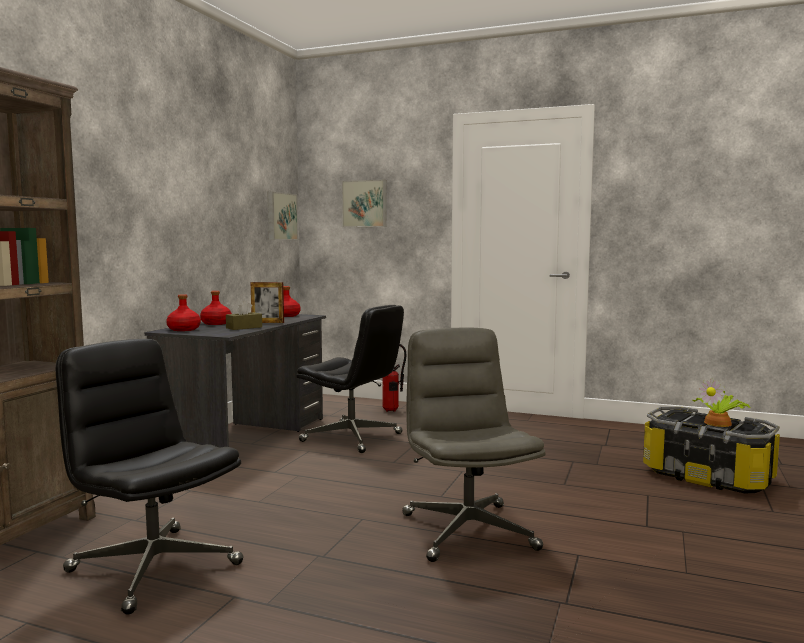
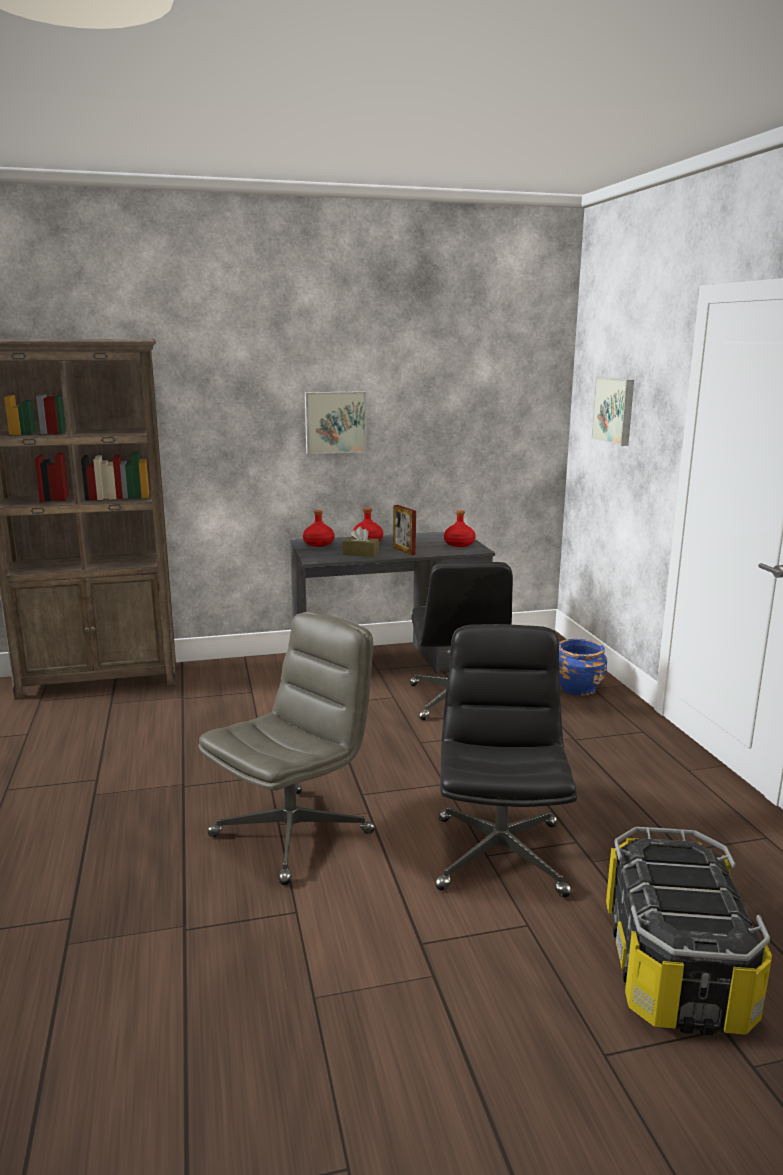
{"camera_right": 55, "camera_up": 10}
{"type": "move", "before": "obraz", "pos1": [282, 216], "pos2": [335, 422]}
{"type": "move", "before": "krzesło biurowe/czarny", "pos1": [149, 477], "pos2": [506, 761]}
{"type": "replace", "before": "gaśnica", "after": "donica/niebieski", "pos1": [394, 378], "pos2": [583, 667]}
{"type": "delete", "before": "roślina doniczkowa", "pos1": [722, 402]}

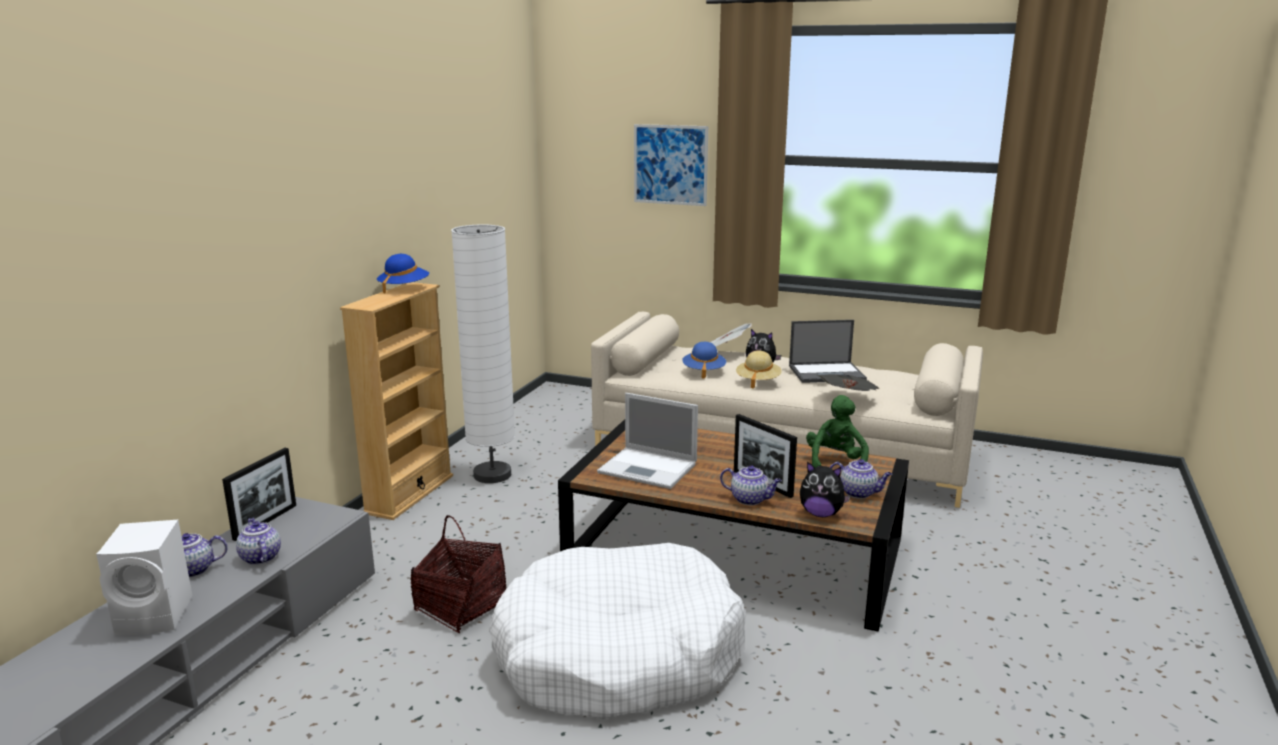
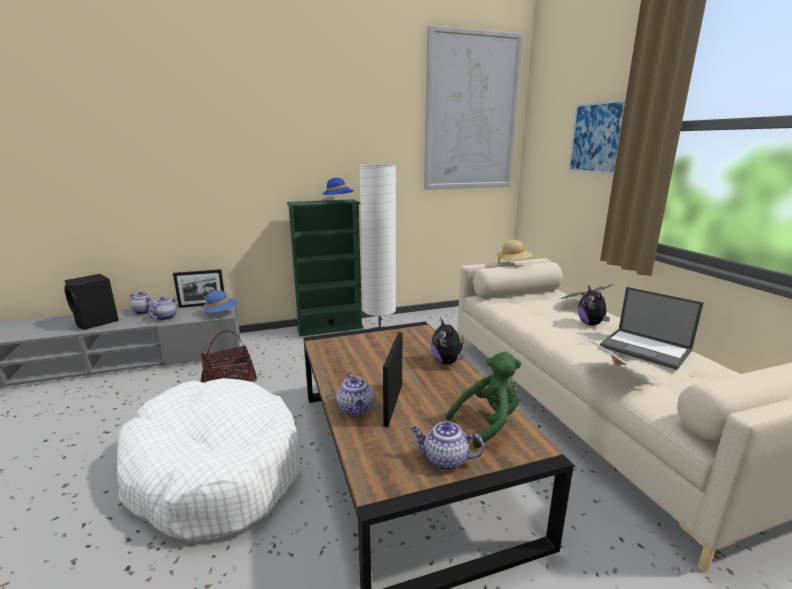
{"camera_right": 50, "camera_up": 0}
{"type": "recolor", "before": "głośnik/biały", "after": "głośnik/czarny", "pos1": [144, 577], "pos2": [91, 302]}
{"type": "move", "before": "kapelusz/niebieski", "pos1": [704, 360], "pos2": [219, 303]}
{"type": "recolor", "before": "regał/beżowy", "after": "regał/zielony", "pos1": [396, 401], "pos2": [325, 267]}
{"type": "rotate", "before": "imbryk", "pos1": [861, 479], "pos2": [447, 446], "turn": 120}
{"type": "insert", "after": "obraz", "pos2": [473, 107]}
{"type": "move", "before": "pluszak", "pos1": [825, 489], "pos2": [447, 342]}
{"type": "move", "before": "kapelusz/beżowy", "pos1": [759, 370], "pos2": [514, 252]}
{"type": "delete", "before": "laptop", "pos1": [647, 441]}

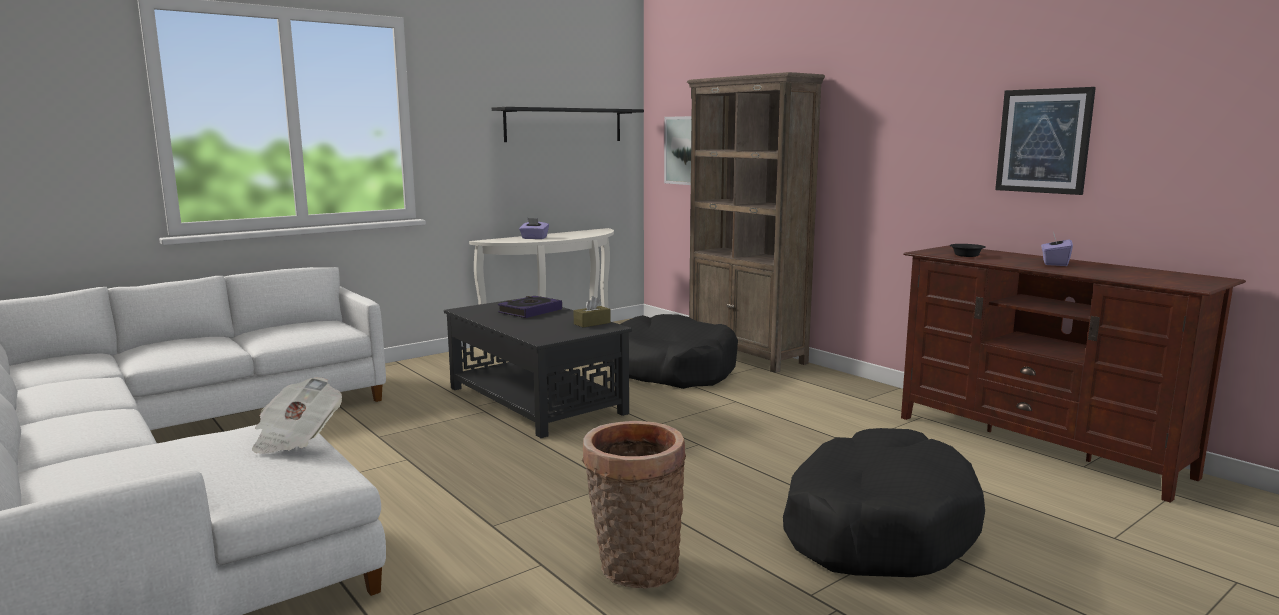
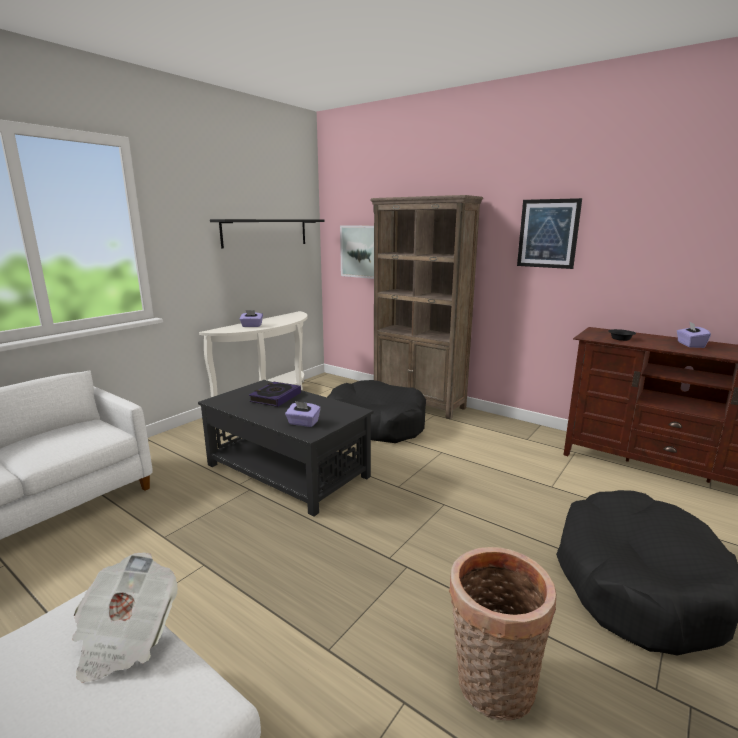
{"camera_right": -15, "camera_up": 5}
{"type": "insert", "after": "pudełko chusteczek/fioletowy", "pos2": [303, 414]}
{"type": "move", "before": "obraz", "pos1": [1045, 141], "pos2": [549, 233]}
{"type": "delete", "before": "pudełko chusteczek/brązowy", "pos1": [592, 312]}

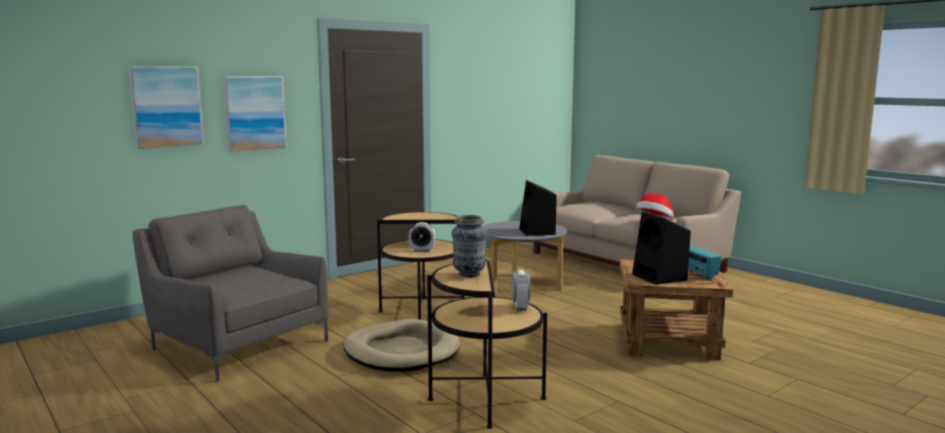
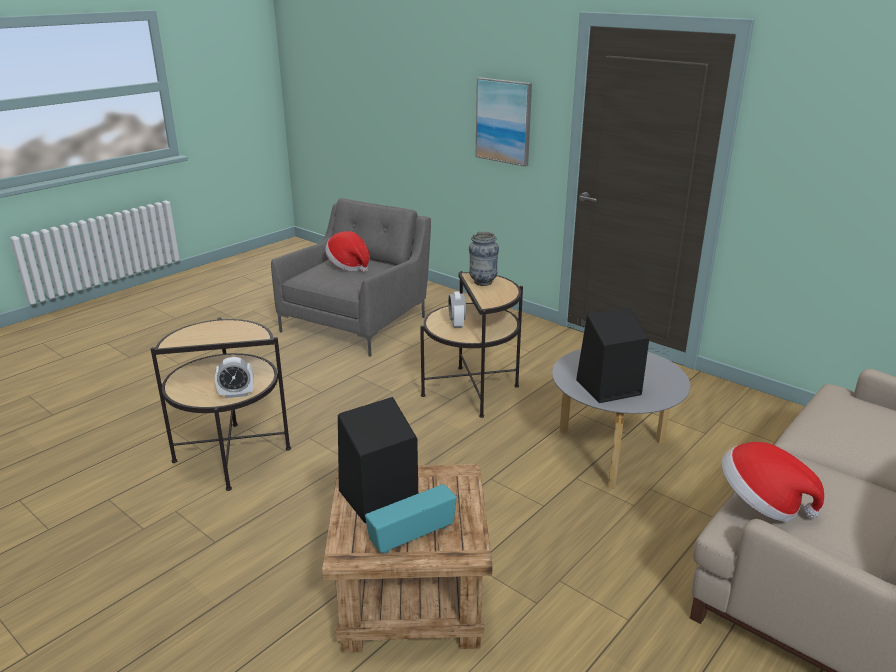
{"camera_right": 80, "camera_up": 15}
{"type": "insert", "after": "kapelusz", "pos2": [347, 251]}
{"type": "move", "before": "wazon", "pos1": [469, 246], "pos2": [484, 258]}
{"type": "delete", "before": "obraz", "pos1": [166, 107]}
{"type": "delete", "before": "legowisko/beżowy", "pos1": [402, 345]}

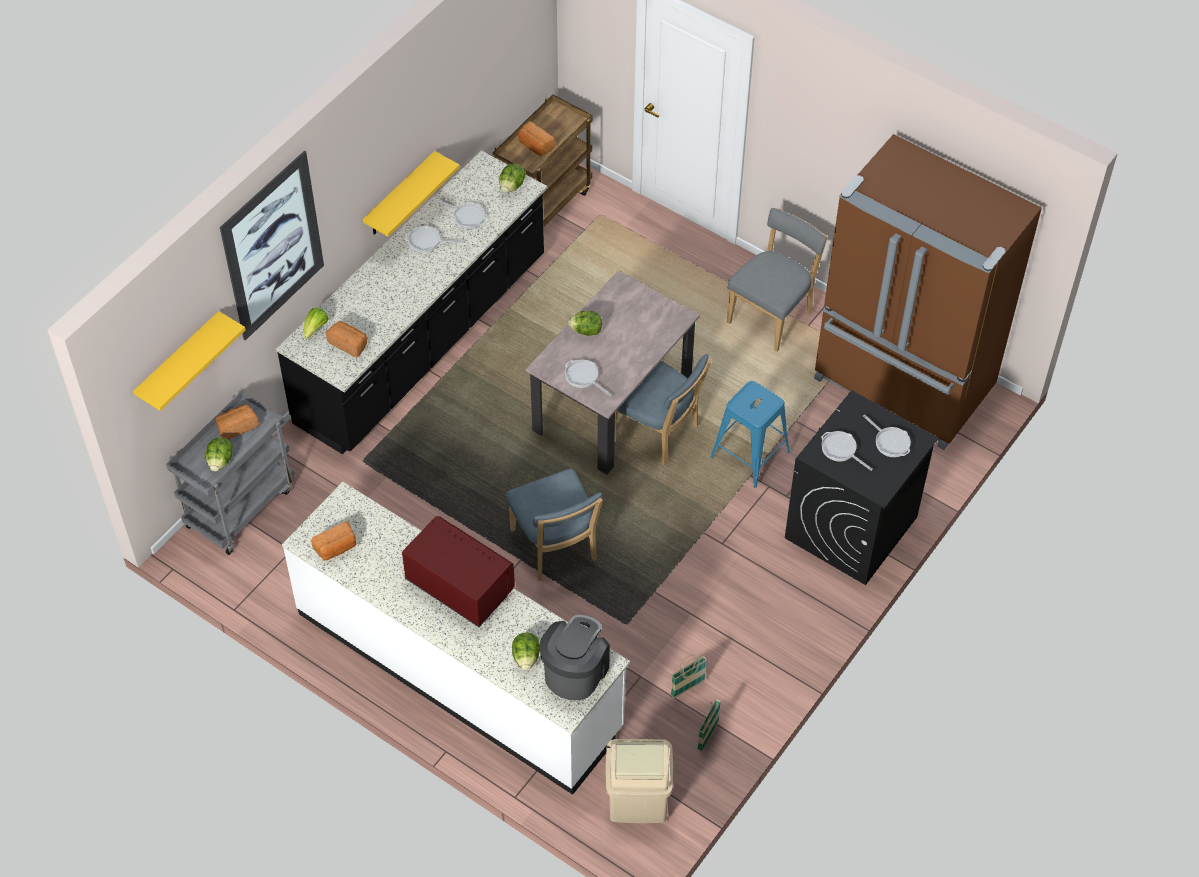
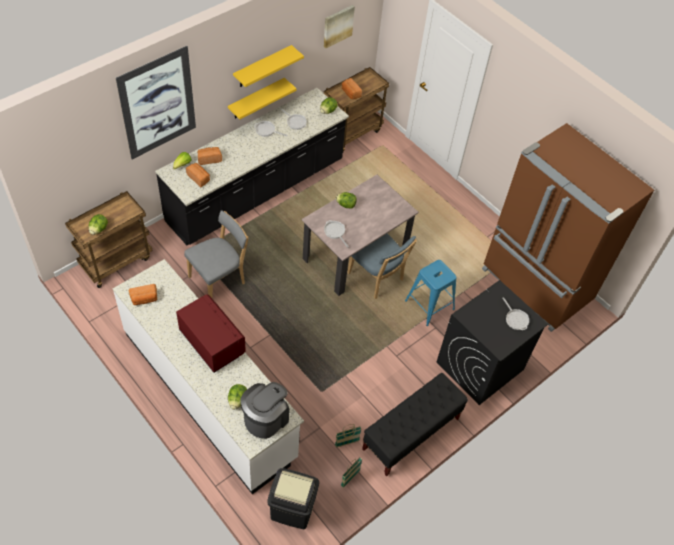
{"camera_right": 10, "camera_up": 0}
{"type": "recolor", "before": "wózek/szary", "after": "wózek/brązowy", "pos1": [230, 473], "pos2": [109, 239]}
{"type": "move", "before": "krzesło/szary", "pos1": [777, 280], "pos2": [216, 254]}
{"type": "move", "before": "chleb", "pos1": [237, 422], "pos2": [209, 156]}
{"type": "move", "before": "półka/żółty", "pos1": [189, 361], "pos2": [268, 66]}
{"type": "recolor", "before": "kosz na śmieci/beżowy", "after": "kosz na śmieci/czarny", "pos1": [639, 781], "pos2": [293, 498]}
{"type": "insert", "after": "obraz", "pos2": [339, 26]}
{"type": "insert", "after": "ławka/czarny", "pos2": [415, 425]}
{"type": "delete", "before": "krzesło/niebieski", "pos1": [554, 525]}
{"type": "delete", "before": "patelnia", "pos1": [847, 451]}

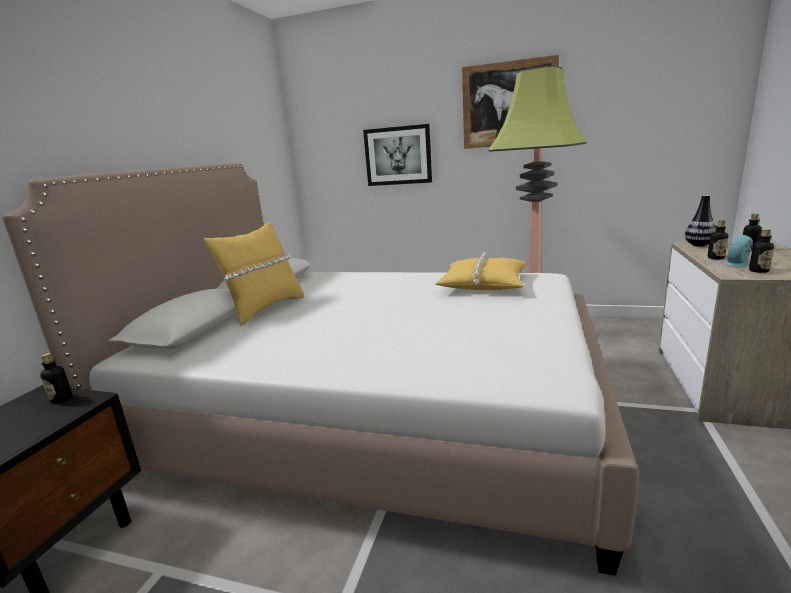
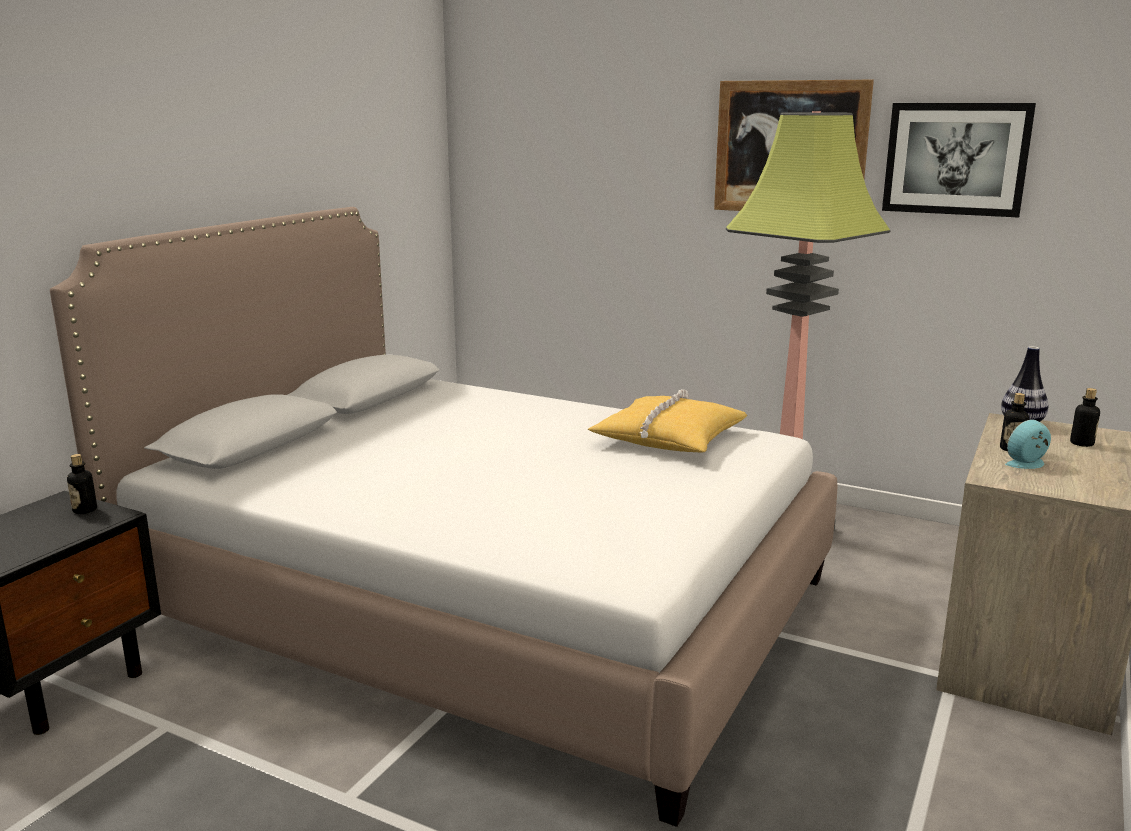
{"camera_right": 10, "camera_up": 0}
{"type": "move", "before": "obraz", "pos1": [397, 155], "pos2": [959, 160]}
{"type": "delete", "before": "poduszka/żółty", "pos1": [254, 274]}
{"type": "delete", "before": "butelka", "pos1": [761, 251]}

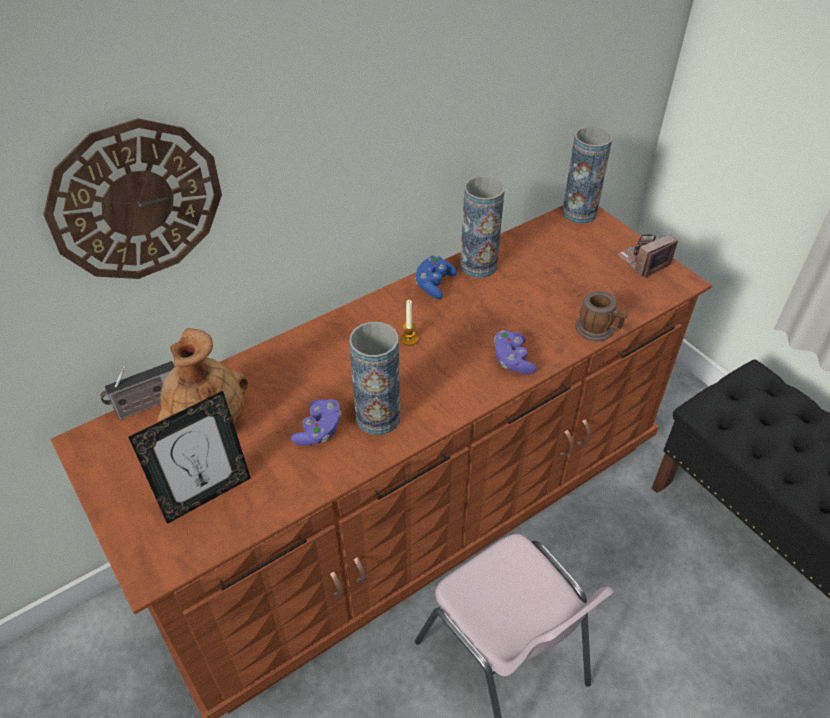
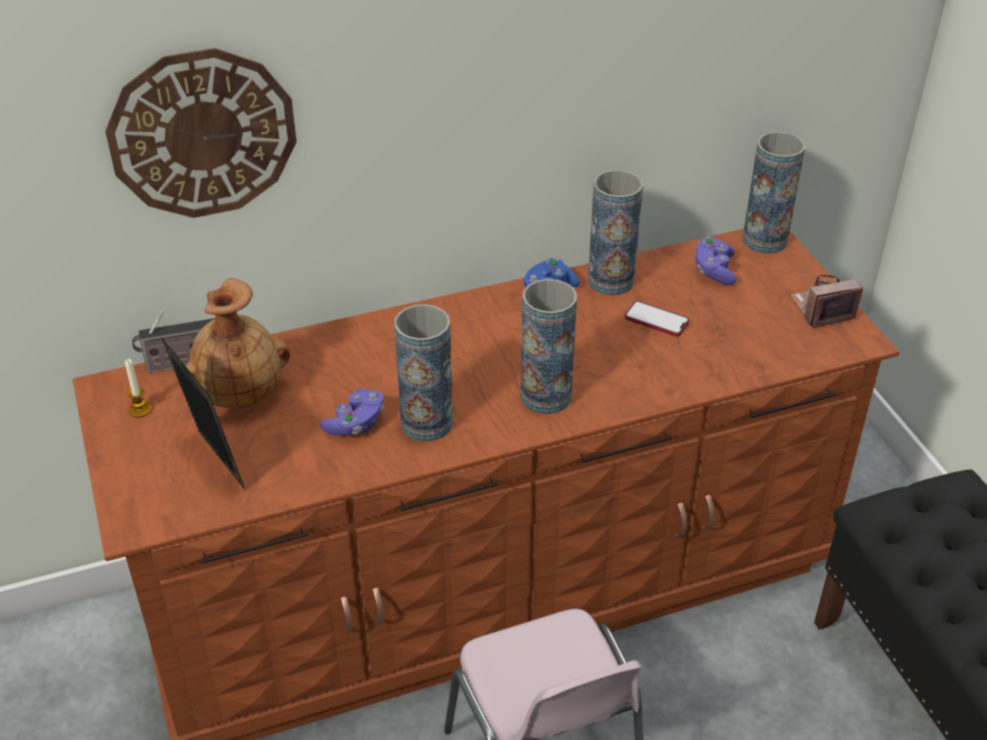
{"camera_right": 15, "camera_up": -5}
{"type": "move", "before": "świeca", "pos1": [409, 323], "pos2": [138, 388]}
{"type": "rotate", "before": "ramka na zdjęcie", "pos1": [189, 457], "pos2": [203, 414], "turn": -105}
{"type": "insert", "after": "wazon", "pos2": [548, 346]}
{"type": "insert", "after": "telefon", "pos2": [657, 319]}
{"type": "move", "before": "pad do gier/fioletowy", "pos1": [515, 352], "pos2": [716, 261]}
{"type": "delete", "before": "kubek", "pos1": [602, 316]}

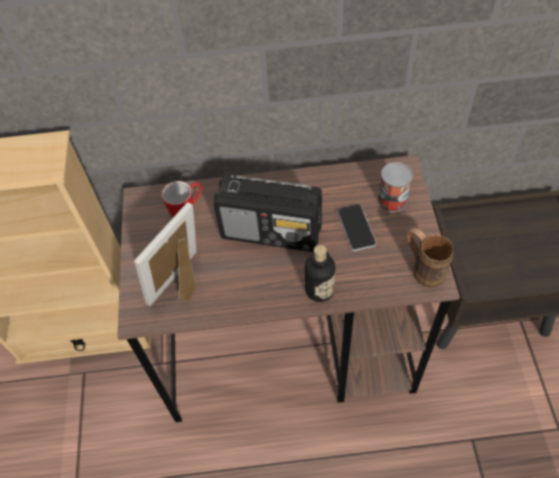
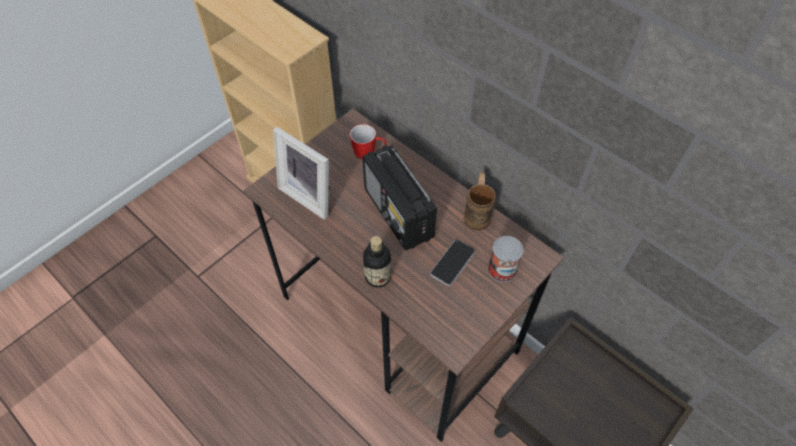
{"camera_right": 45, "camera_up": 0}
{"type": "rotate", "before": "ramka na zdjęcie", "pos1": [165, 254], "pos2": [302, 173], "turn": -135}
{"type": "move", "before": "kubek/brązowy", "pos1": [430, 257], "pos2": [480, 201]}

